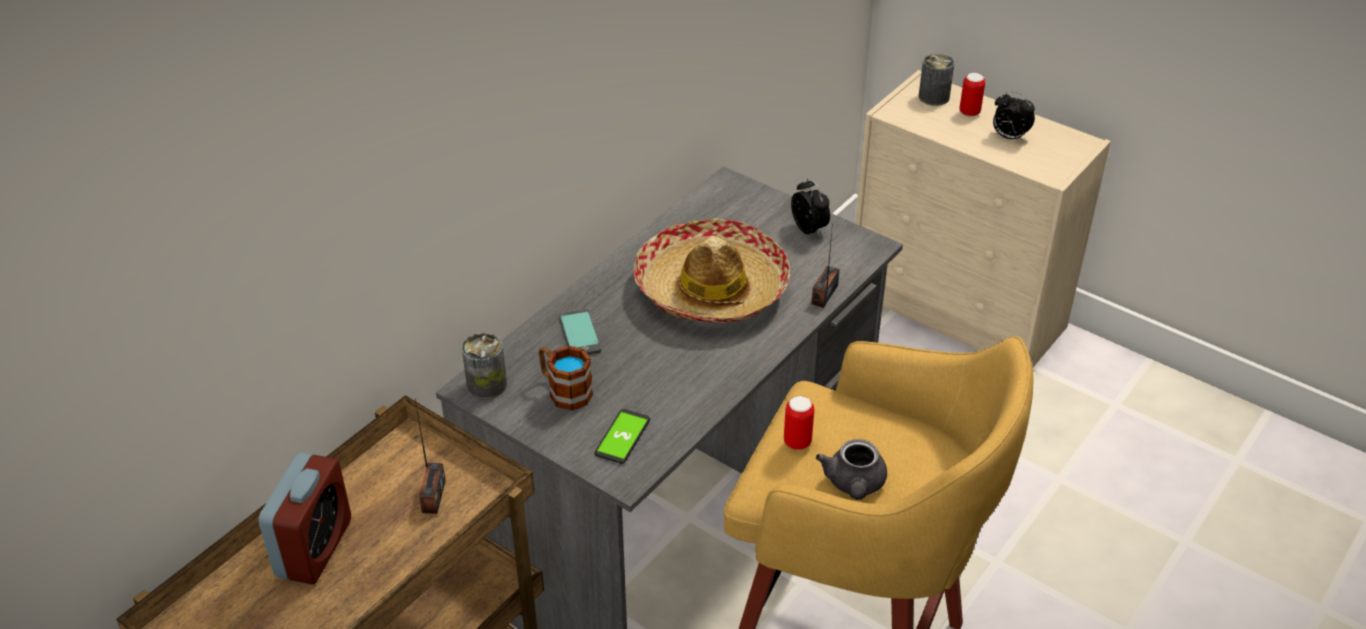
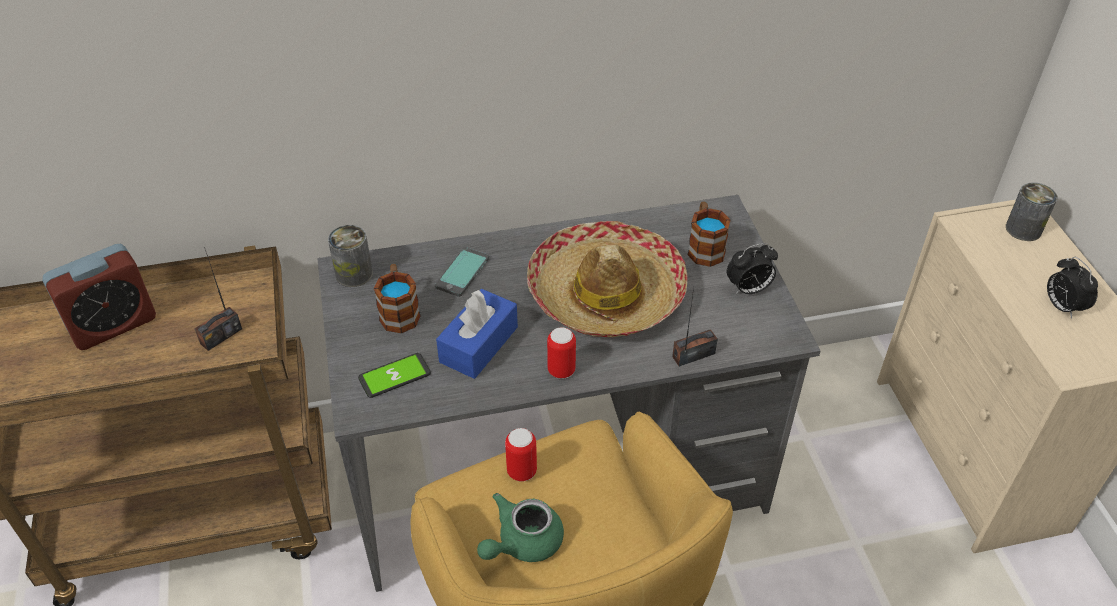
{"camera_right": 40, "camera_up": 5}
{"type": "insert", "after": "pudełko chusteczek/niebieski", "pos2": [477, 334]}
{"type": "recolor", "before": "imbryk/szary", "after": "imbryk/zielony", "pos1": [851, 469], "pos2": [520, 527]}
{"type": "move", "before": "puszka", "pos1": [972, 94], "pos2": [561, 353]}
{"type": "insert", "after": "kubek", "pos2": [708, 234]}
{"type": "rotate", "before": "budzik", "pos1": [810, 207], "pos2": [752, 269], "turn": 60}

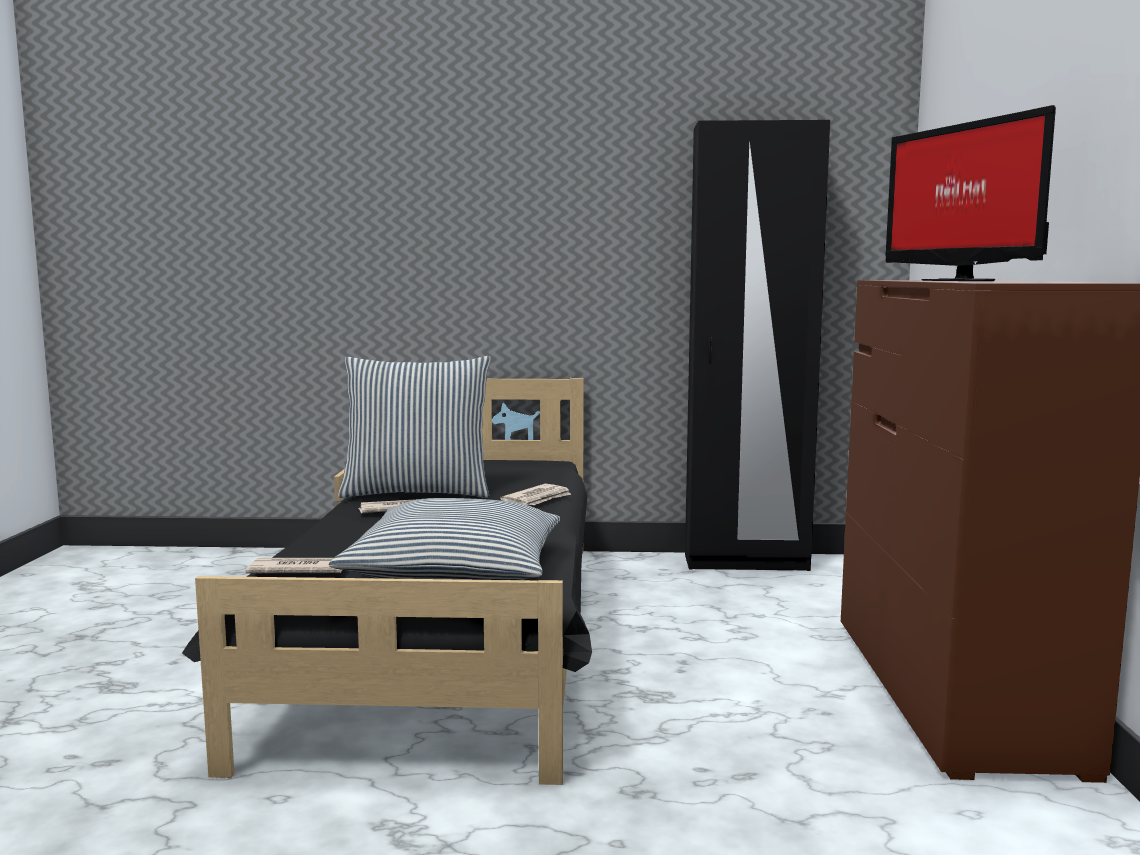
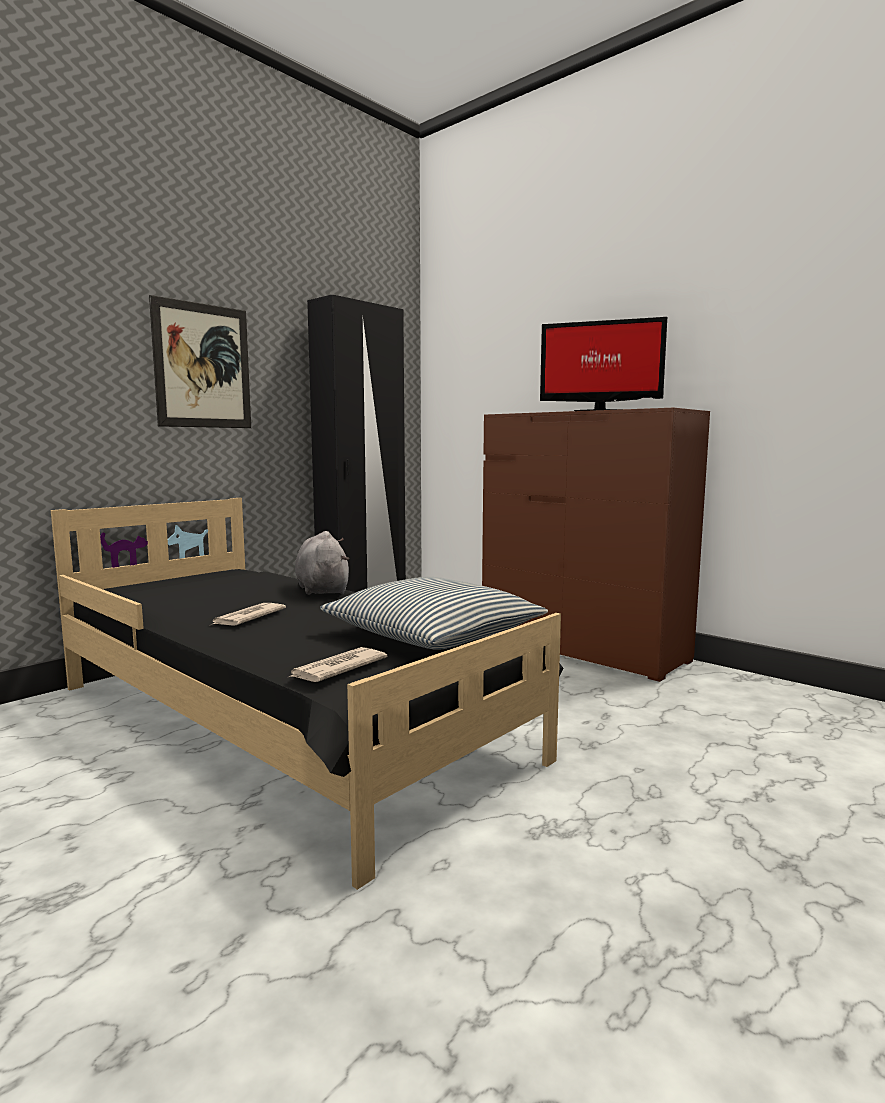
{"camera_right": -50, "camera_up": 0}
{"type": "insert", "after": "obraz", "pos2": [200, 361]}
{"type": "replace", "before": "gazeta", "after": "pluszak/szary", "pos1": [535, 494], "pos2": [322, 563]}
{"type": "delete", "before": "poduszka", "pos1": [414, 427]}

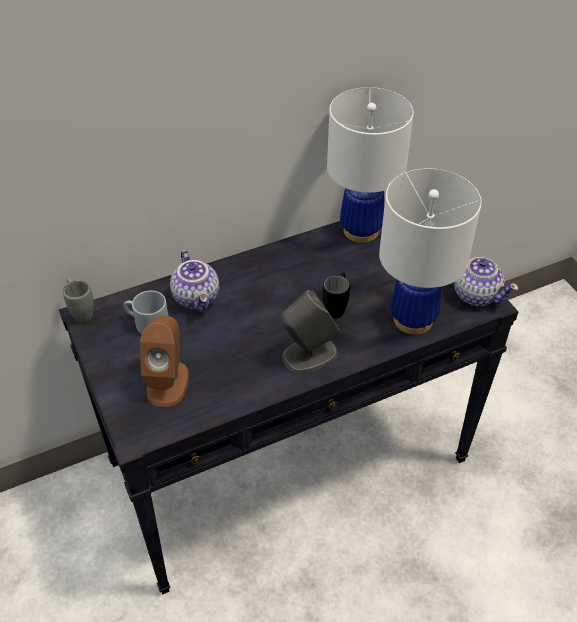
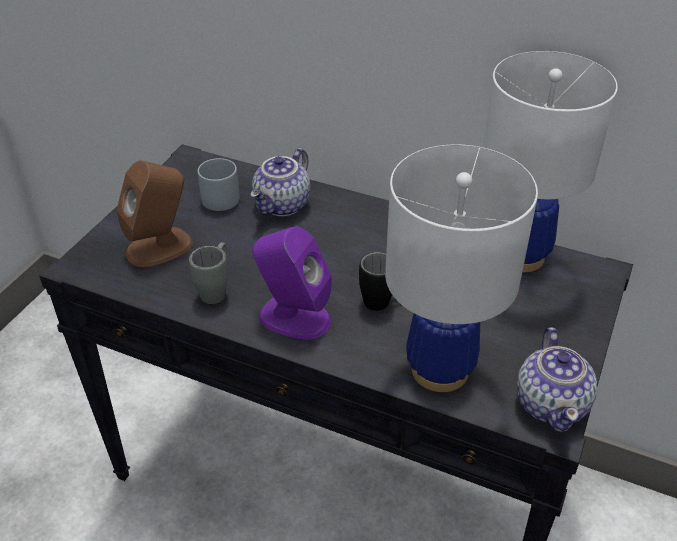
{"camera_right": 50, "camera_up": -5}
{"type": "move", "before": "kubek/szary", "pos1": [78, 300], "pos2": [208, 273]}
{"type": "recolor", "before": "głośnik/szary", "after": "głośnik/fioletowy", "pos1": [310, 331], "pos2": [292, 283]}

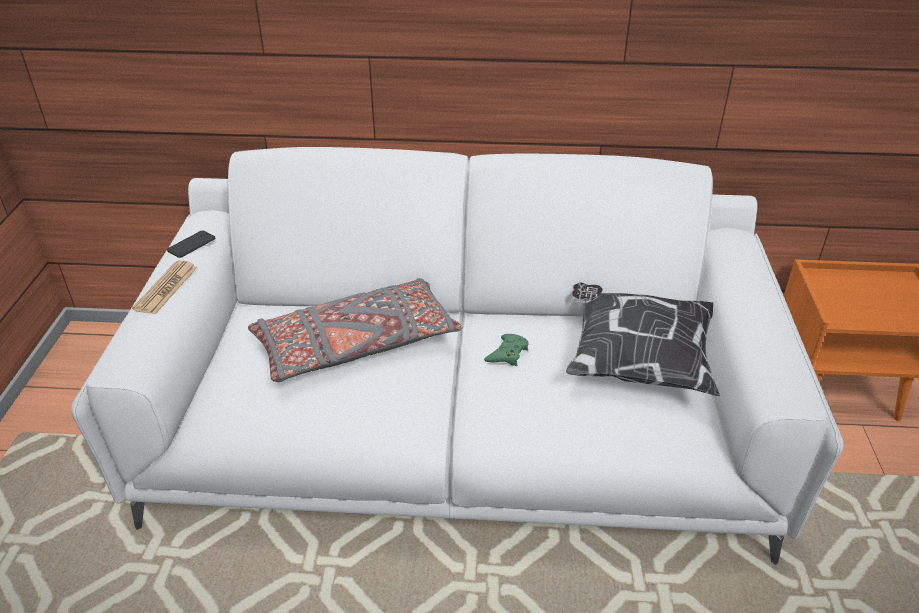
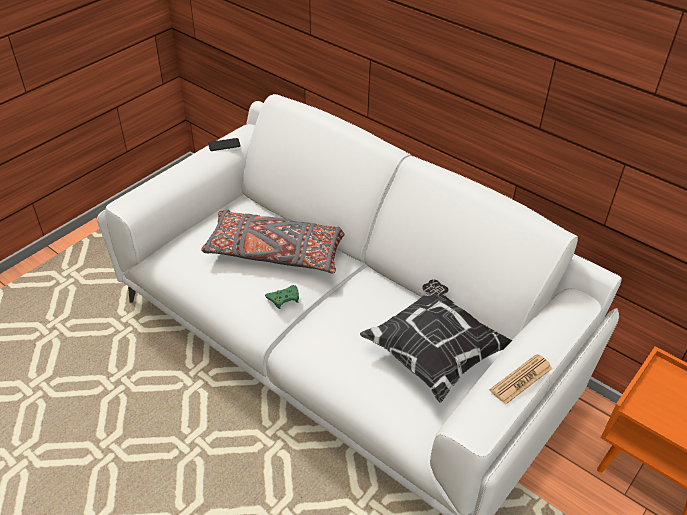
{"camera_right": 35, "camera_up": 5}
{"type": "move", "before": "pad do gier/zielony", "pos1": [506, 350], "pos2": [282, 297]}
{"type": "move", "before": "gazeta", "pos1": [164, 287], "pos2": [521, 379]}

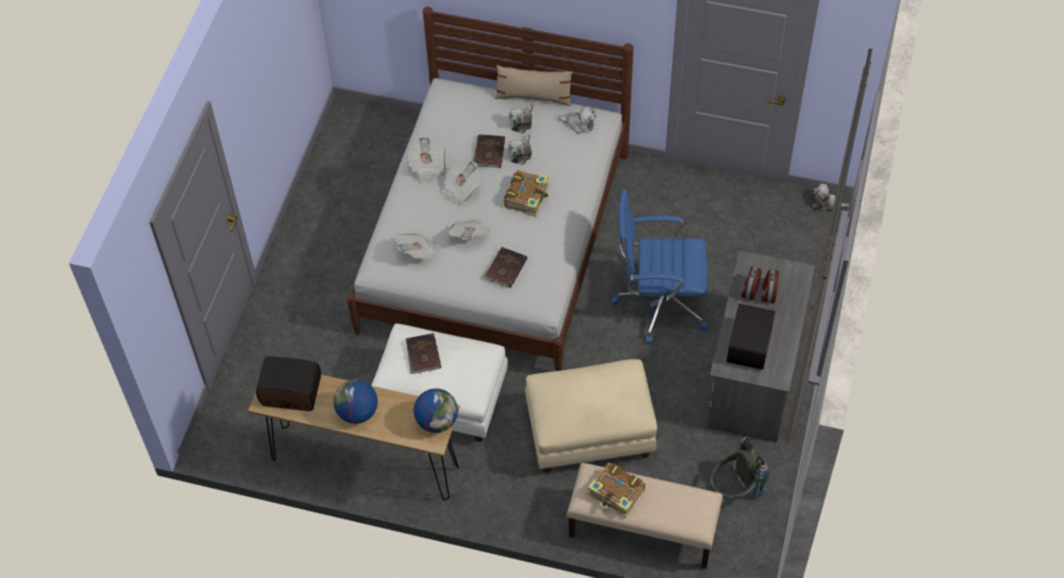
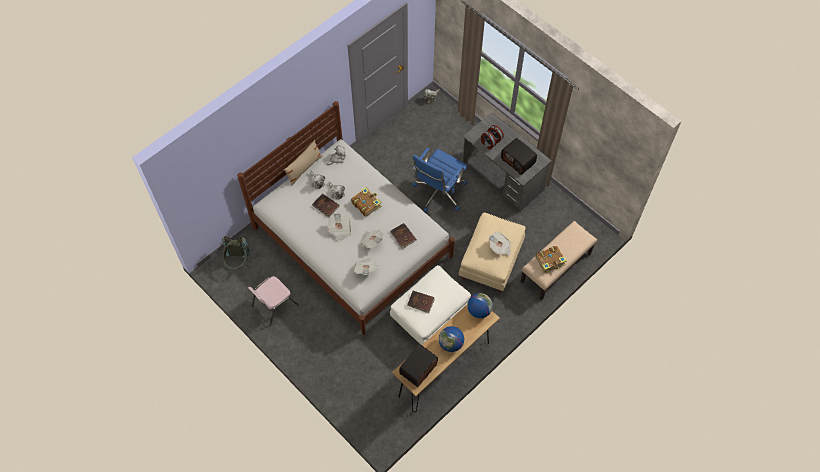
{"camera_right": -60, "camera_up": 5}
{"type": "move", "before": "plecak/szary", "pos1": [740, 468], "pos2": [236, 253]}
{"type": "insert", "after": "krzesło/różowy", "pos2": [273, 301]}
{"type": "move", "before": "gazeta", "pos1": [426, 160], "pos2": [500, 243]}

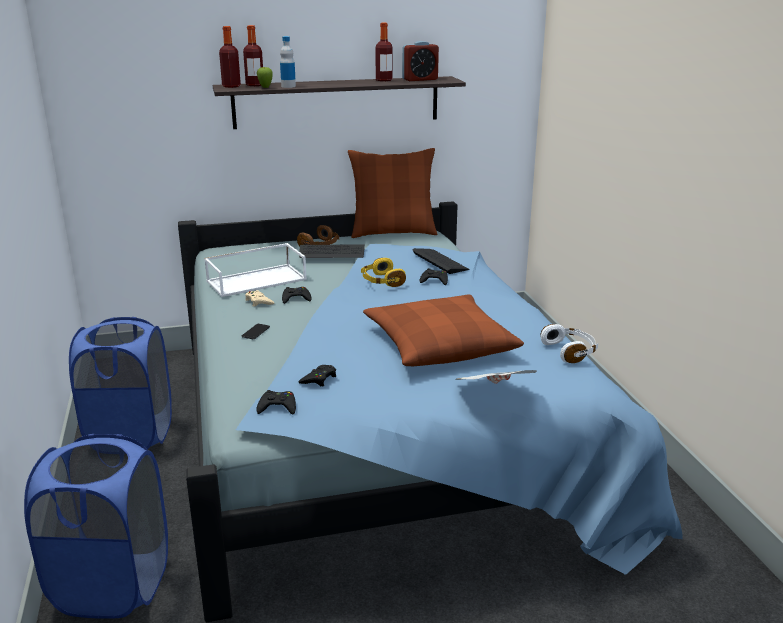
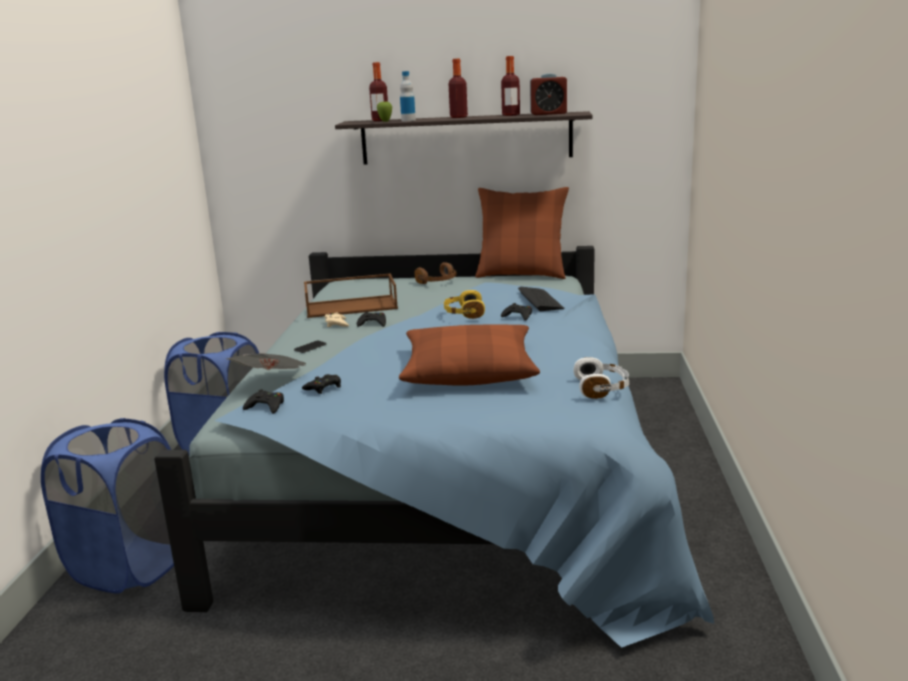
{"camera_right": 20, "camera_up": -5}
{"type": "move", "before": "gazeta", "pos1": [496, 377], "pos2": [266, 362]}
{"type": "recolor", "before": "taca/biały", "after": "taca/brązowy", "pos1": [255, 270], "pos2": [351, 295]}
{"type": "move", "before": "butelka", "pos1": [230, 57], "pos2": [458, 88]}
{"type": "delete", "before": "klawiatura", "pos1": [332, 251]}

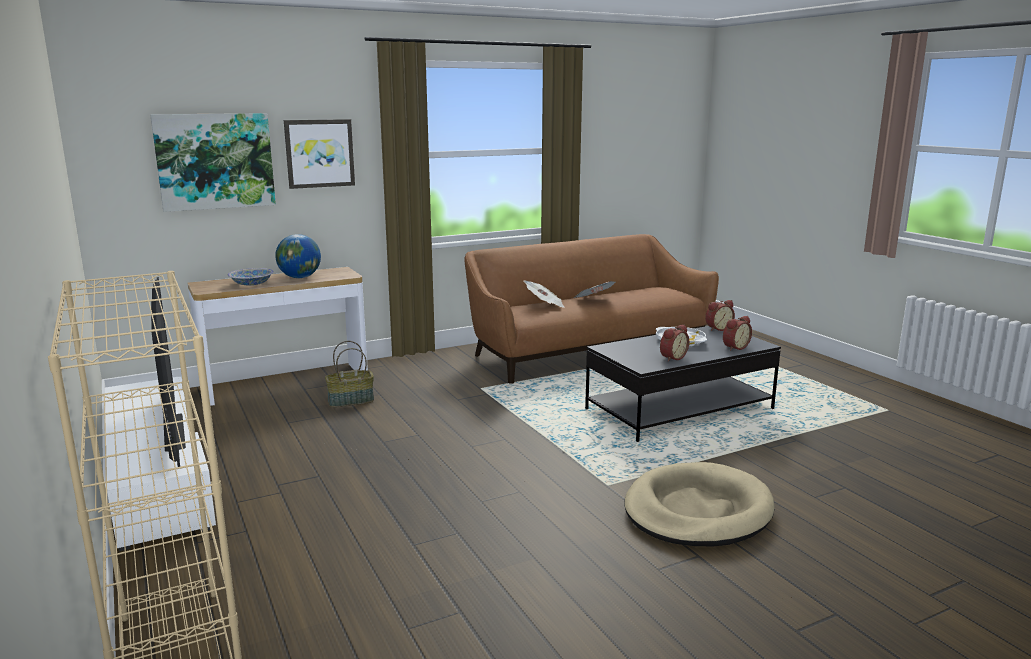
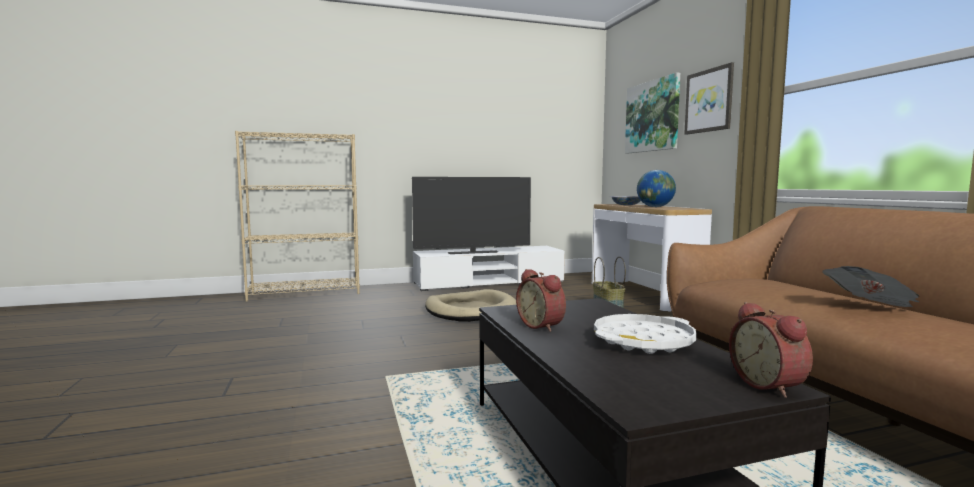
{"camera_right": 100, "camera_up": -10}
{"type": "move", "before": "legowisko/beżowy", "pos1": [699, 504], "pos2": [471, 305]}
{"type": "delete", "before": "gazeta", "pos1": [544, 294]}
{"type": "delete", "before": "budzik", "pos1": [737, 333]}

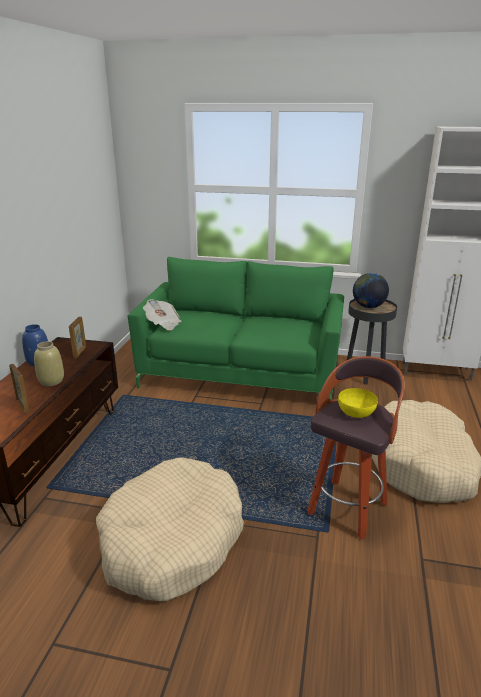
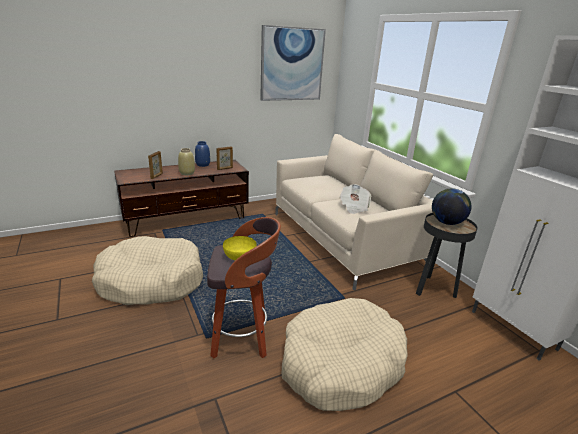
{"camera_right": 50, "camera_up": 0}
{"type": "insert", "after": "obraz", "pos2": [293, 63]}
{"type": "recolor", "before": "kanapa/zielony", "after": "kanapa/beżowy", "pos1": [236, 328], "pos2": [354, 212]}
{"type": "move", "before": "gazeta", "pos1": [162, 314], "pos2": [355, 199]}

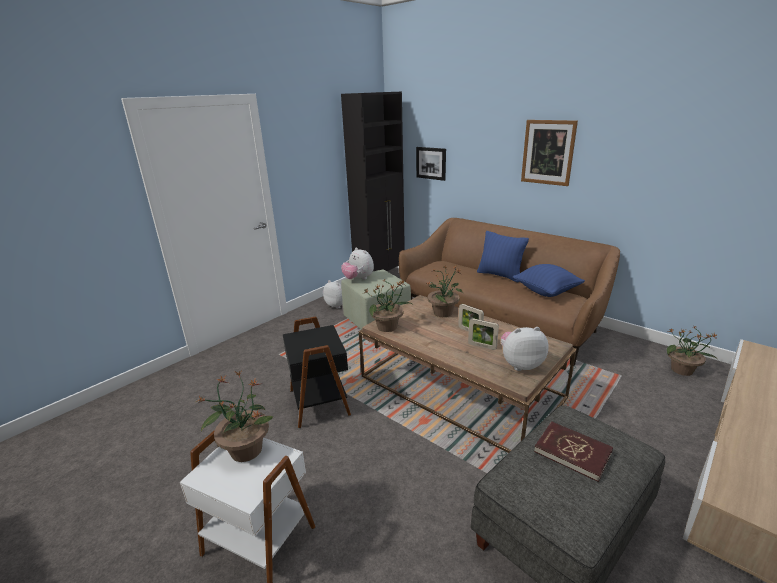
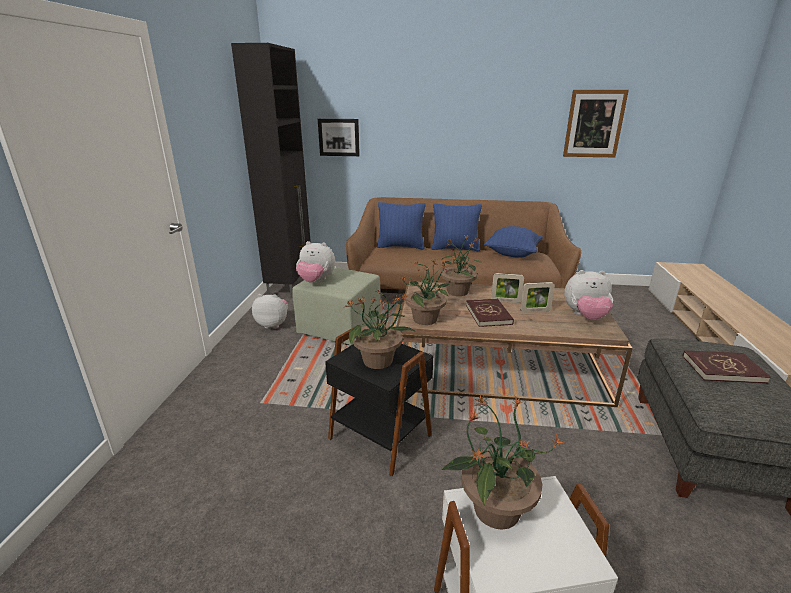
{"camera_right": -35, "camera_up": 0}
{"type": "move", "before": "roślina doniczkowa", "pos1": [692, 351], "pos2": [380, 328]}
{"type": "insert", "after": "poduszka/niebieski", "pos2": [401, 225]}
{"type": "insert", "after": "książka/czerwony", "pos2": [490, 313]}
{"type": "move", "before": "obraz", "pos1": [549, 153], "pos2": [596, 123]}
{"type": "rotate", "before": "pluszak", "pos1": [525, 349], "pos2": [589, 295], "turn": -135}

